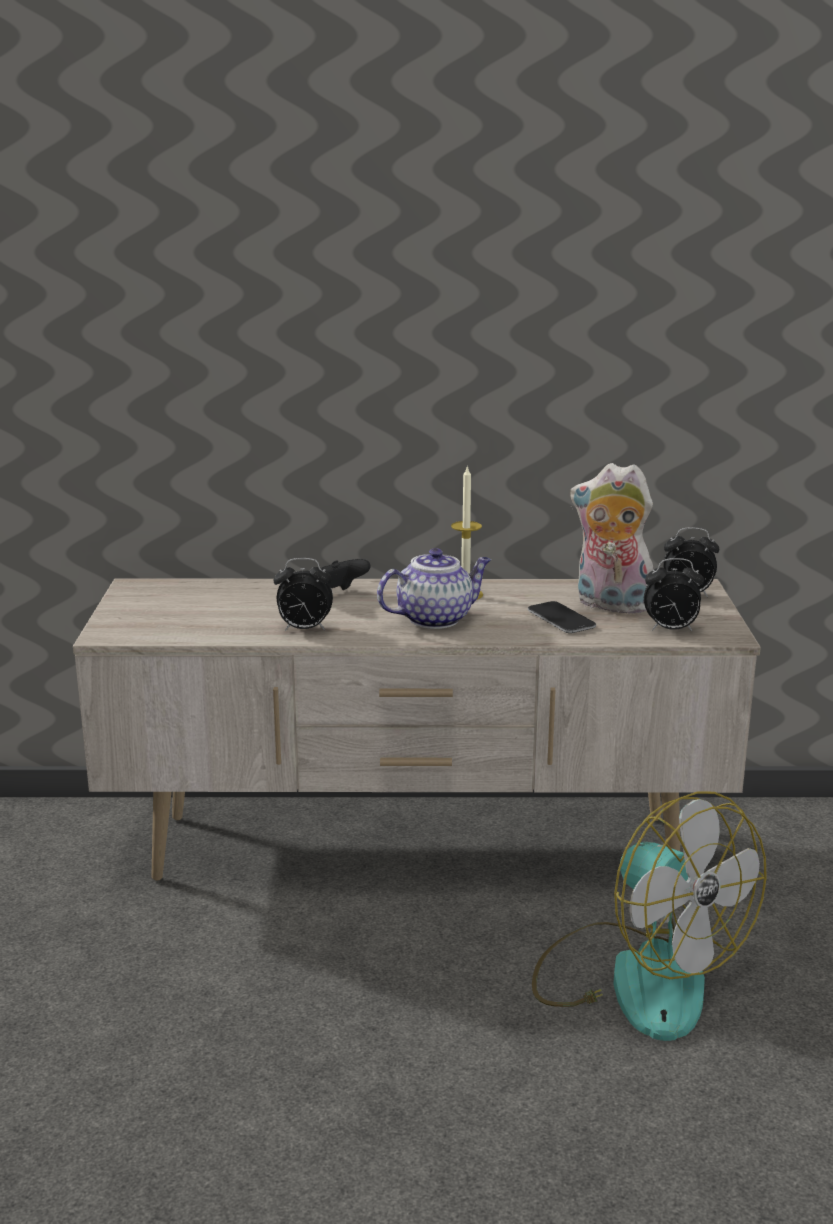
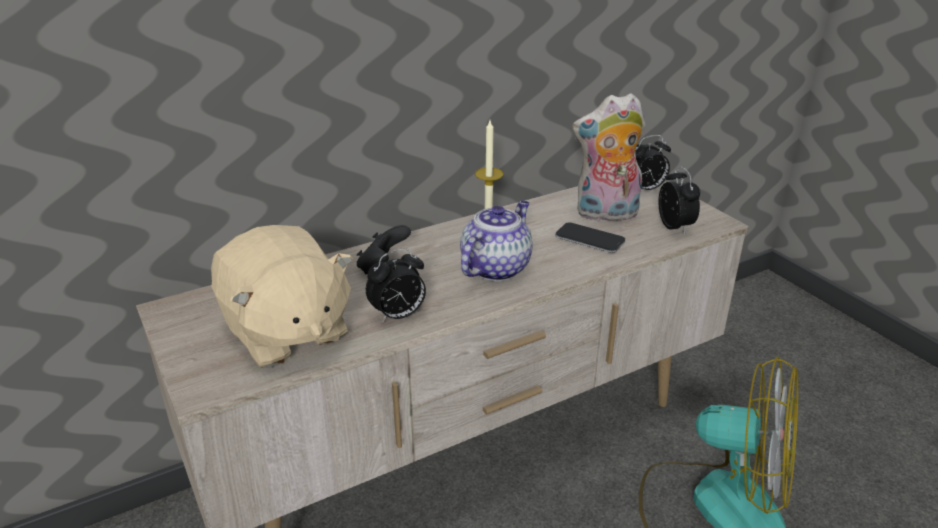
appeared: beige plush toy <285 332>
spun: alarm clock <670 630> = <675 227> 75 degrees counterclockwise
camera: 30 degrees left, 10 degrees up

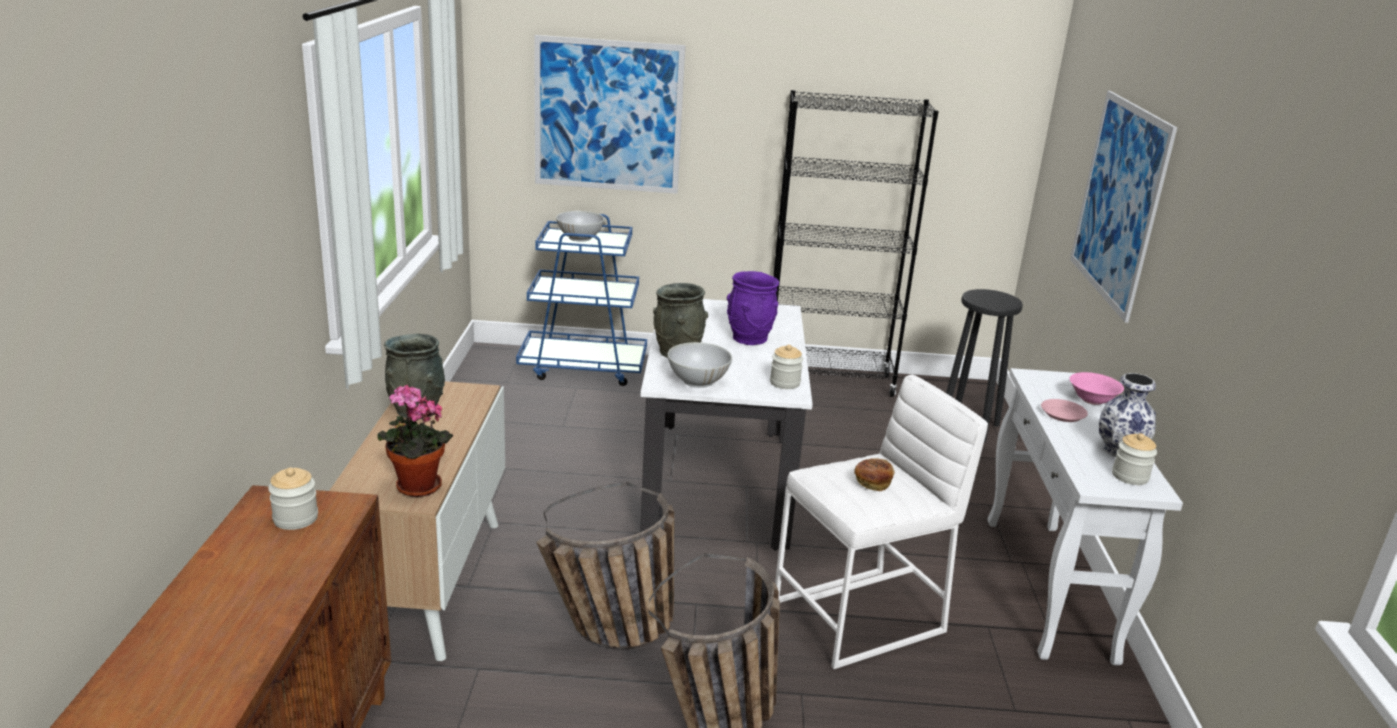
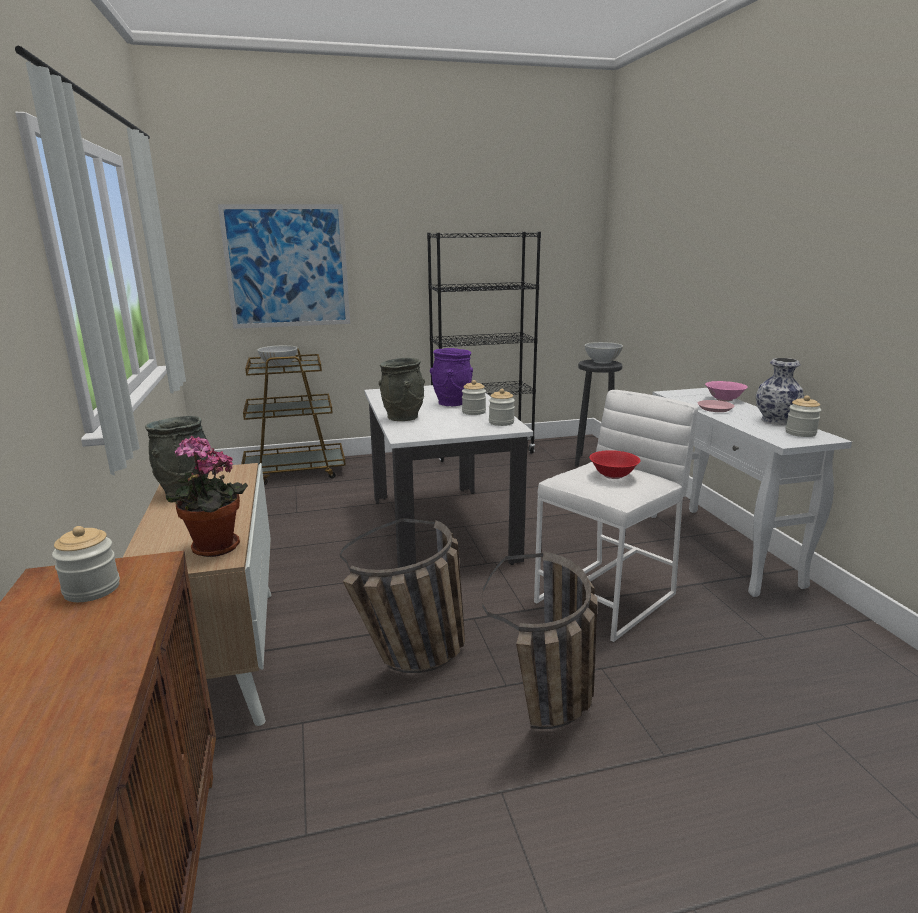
missing: picture <1119 201>
appeared: jar <473 412>
relocated: white bowl <697 381> to <602 361>
exchanged: bread <872 483> to red bowl <613 475>
colour: blue cart <583 367> to brown cart <295 472>
camera: 15 degrees left, 5 degrees down

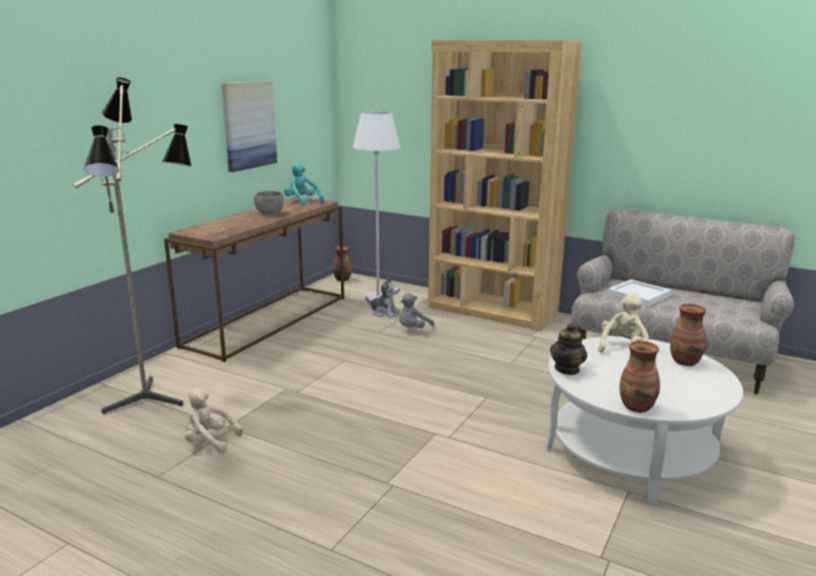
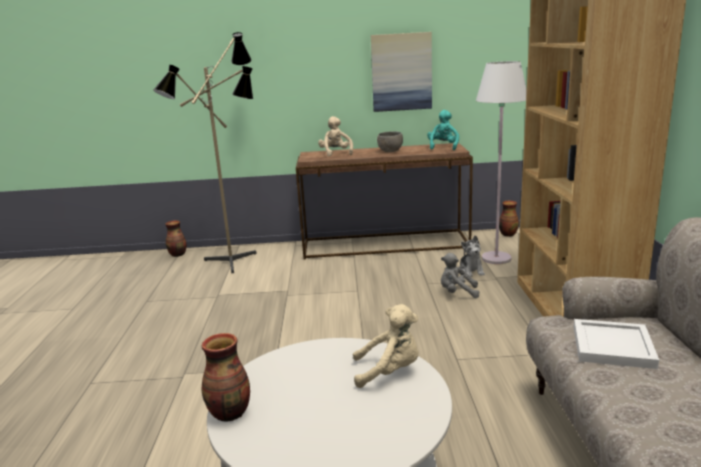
missing: teapot <567 369>
relocated: vase <685 362> to <178 254>; beige plush toy <209 441> to <336 153>
camera: 60 degrees right, 0 degrees up

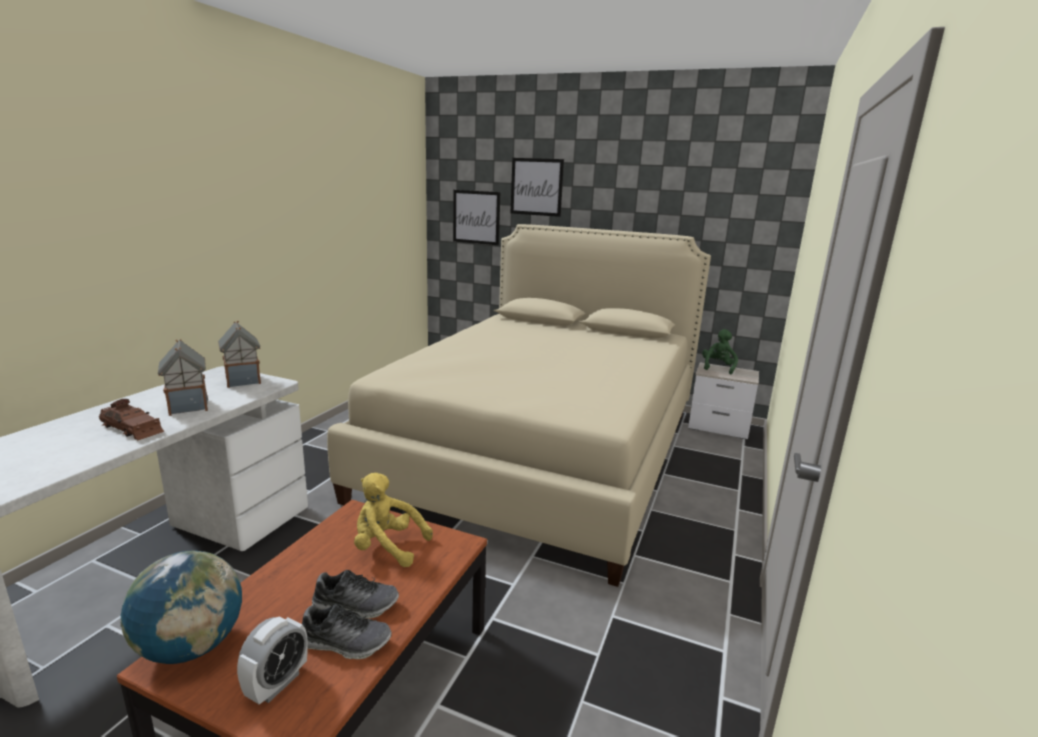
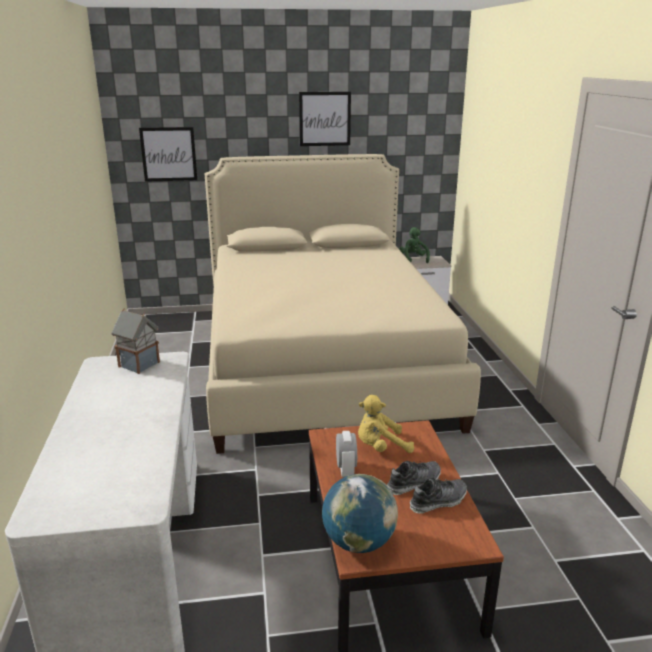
missing: brown toy car <132 428>; toy house <188 406>
relocated: picture <536 187> to <325 119>; alarm clock <277 684> to <346 470>
camera: 30 degrees left, 5 degrees up

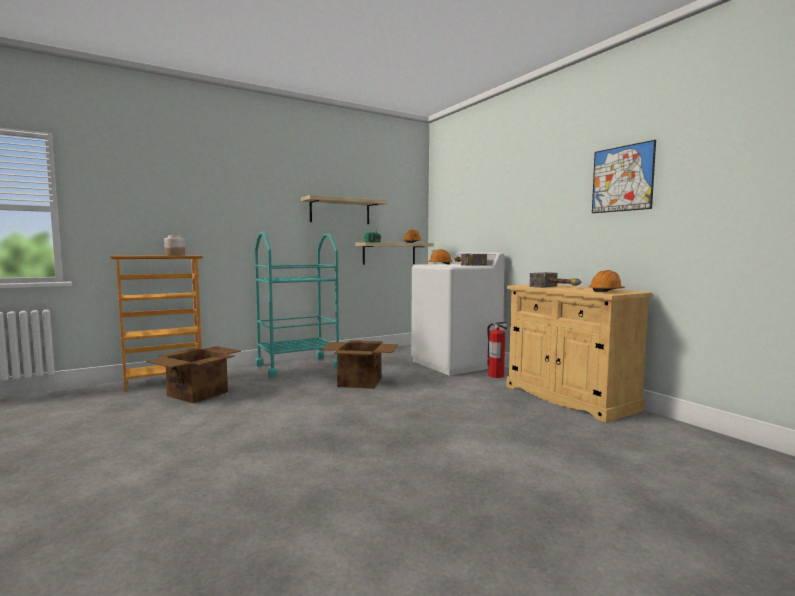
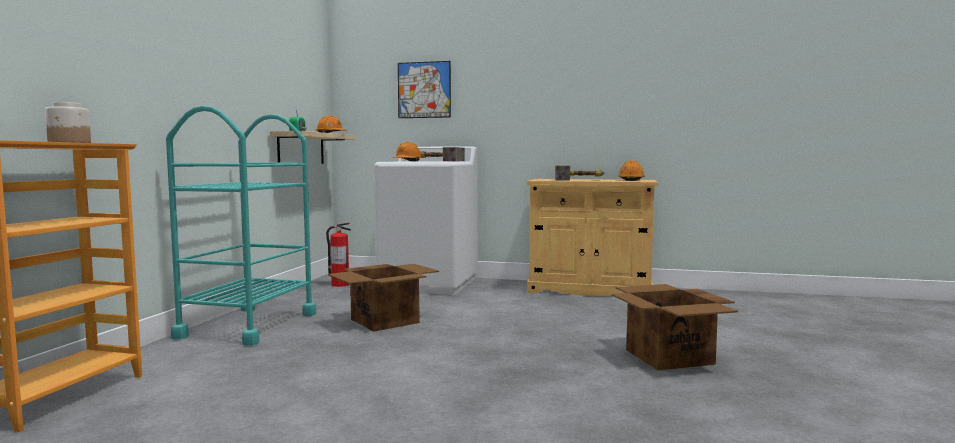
missing: shelf <340 211>
relocated: fire extinguisher <495 375> to <339 284>; picture <622 179> to <424 90>; cardboard box <196 394> to <669 357>
camera: 45 degrees left, 0 degrees up

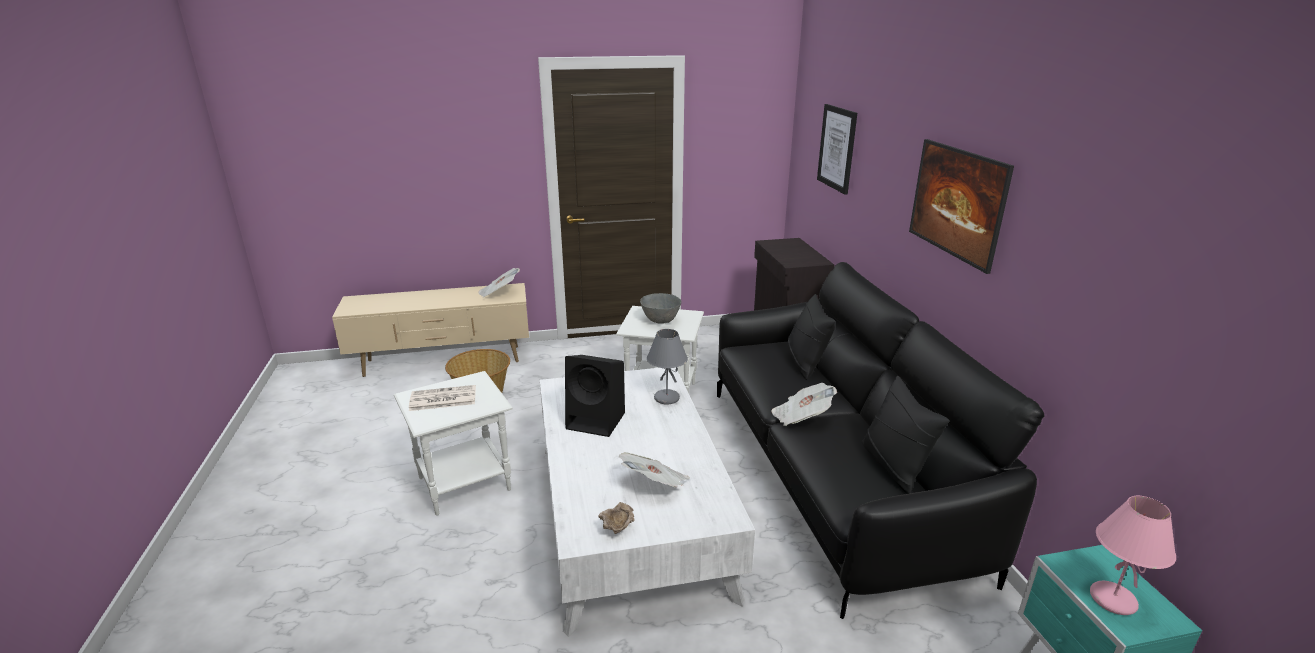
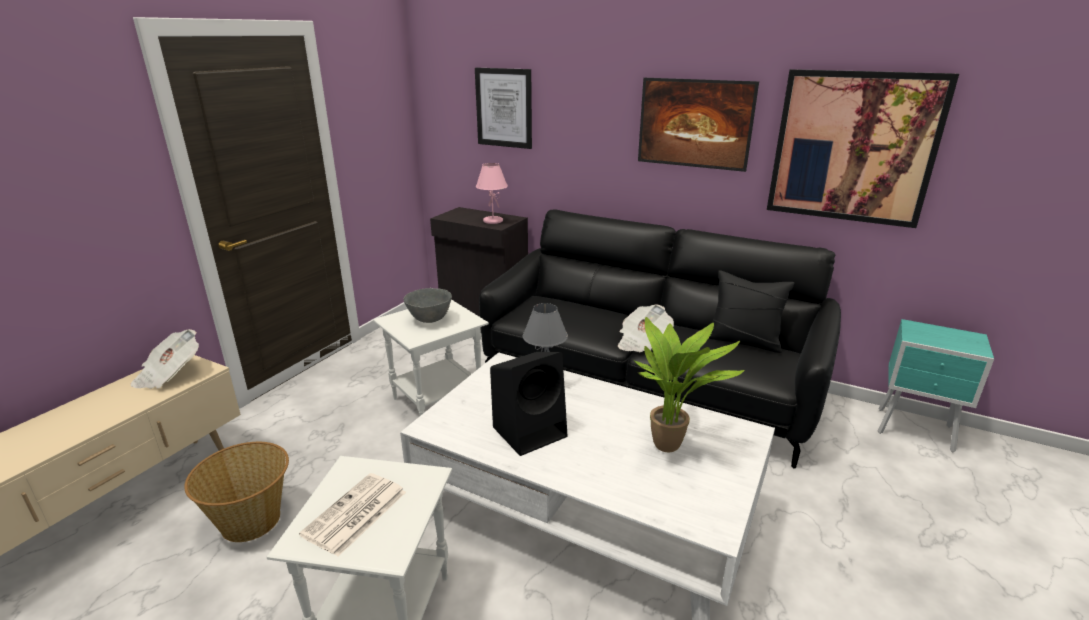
missing: beige bowl <618 528>; black pillow <805 363>
appeared: picture <853 147>
relocated: pink table lamp <1111 599> to <492 221>
exchanged: newspaper <655 485> to potted plant <671 446>
camera: 50 degrees left, 0 degrees up

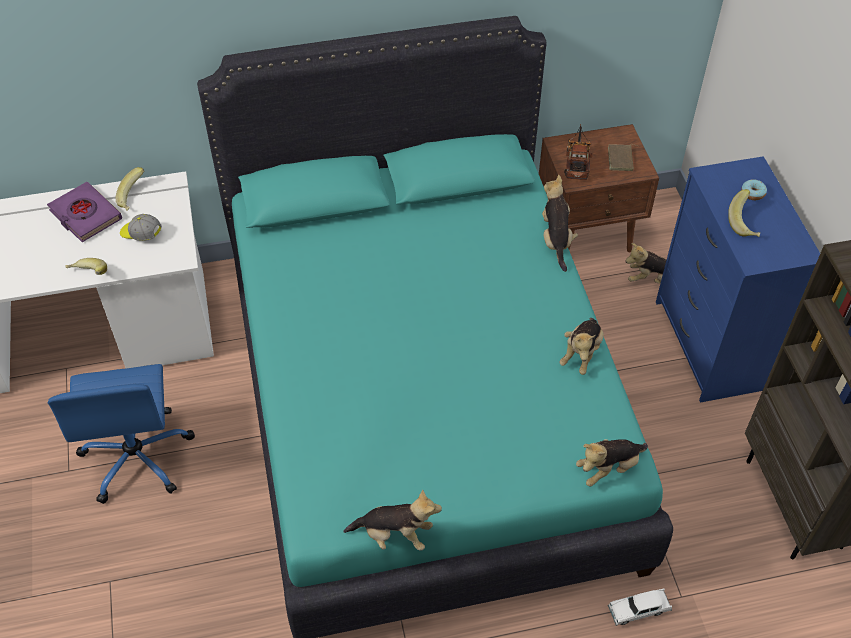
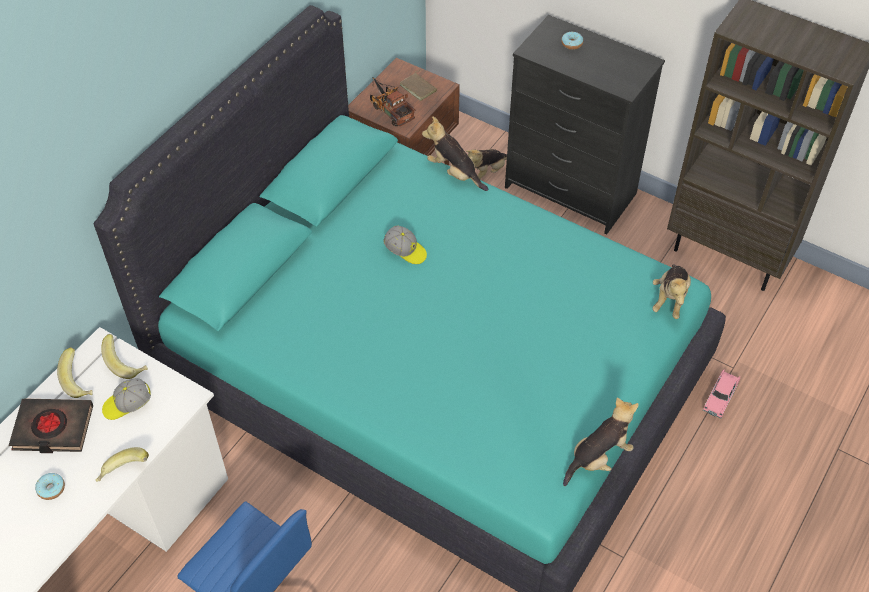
missing: plush toy <581 353>
appeared: donut <51 489>; cap <405 251>
relocated: banana <745 223> to <127 364>
colour: purple book <85 215> to black book <53 428>; blue dresser <709 344> to black dresser <569 191>; white toy car <638 610> to pink toy car <720 398>
camera: 45 degrees left, 0 degrees up

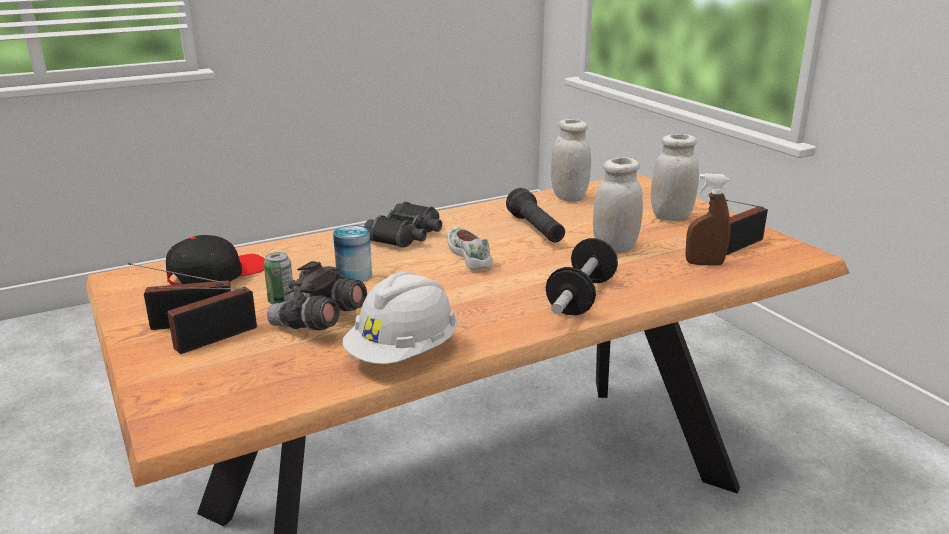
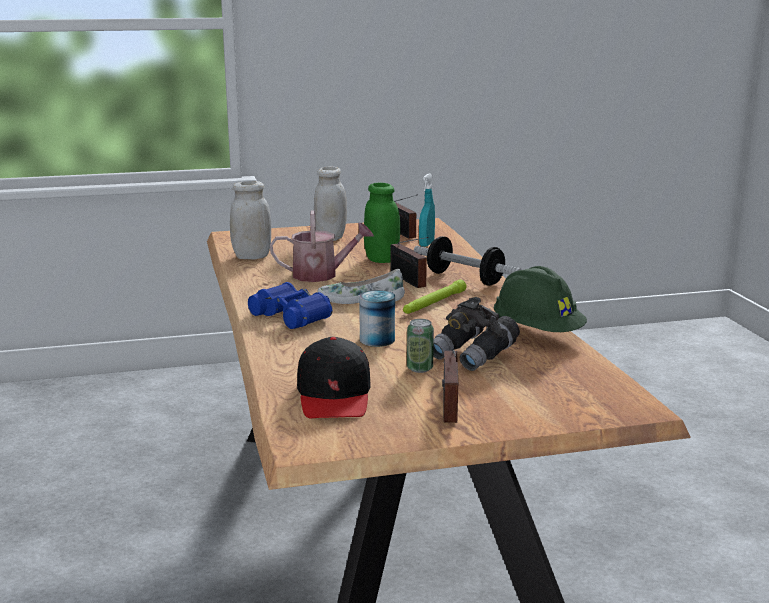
appeared: green flashlight <433 303>
relocated: radio <211 339> to <408 280>
exchanged: black flashlight <536 230> to watering can <321 275>
colour: black binoculars <407 236> to blue binoculars <293 316>; white jar <615 248> to green jar <381 259>; brown spray bottle <704 264> to turquoise spray bottle <426 244>; white hard hat <403 354> to green hard hat <537 332>
spun: black cap <217 275> = <334 395> 150 degrees counterclockwise
camera: 75 degrees left, 5 degrees down

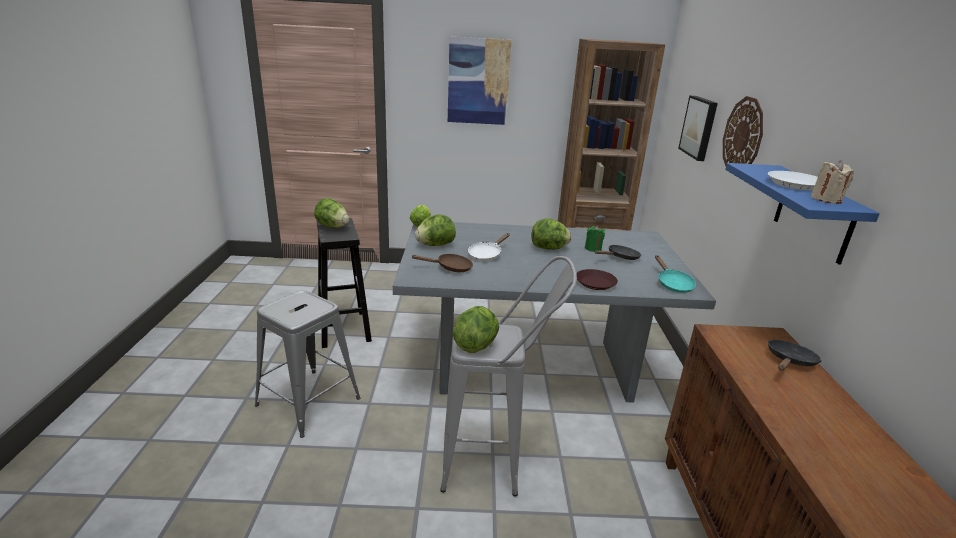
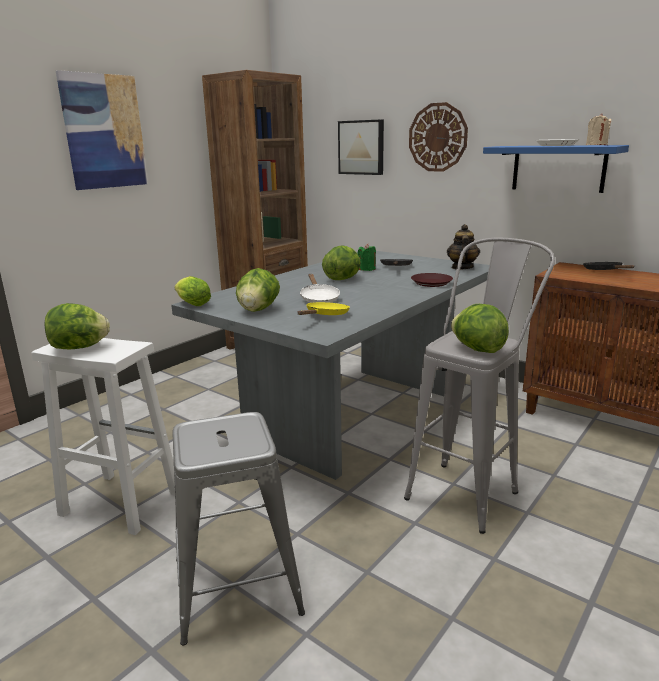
exchanged: turquoise frying pan <672 284> to teapot <462 267>
colour: black stool <343 328> to white stool <119 502>; brown frying pan <450 268> to yellow frying pan <325 316>
camera: 50 degrees left, 5 degrees down

